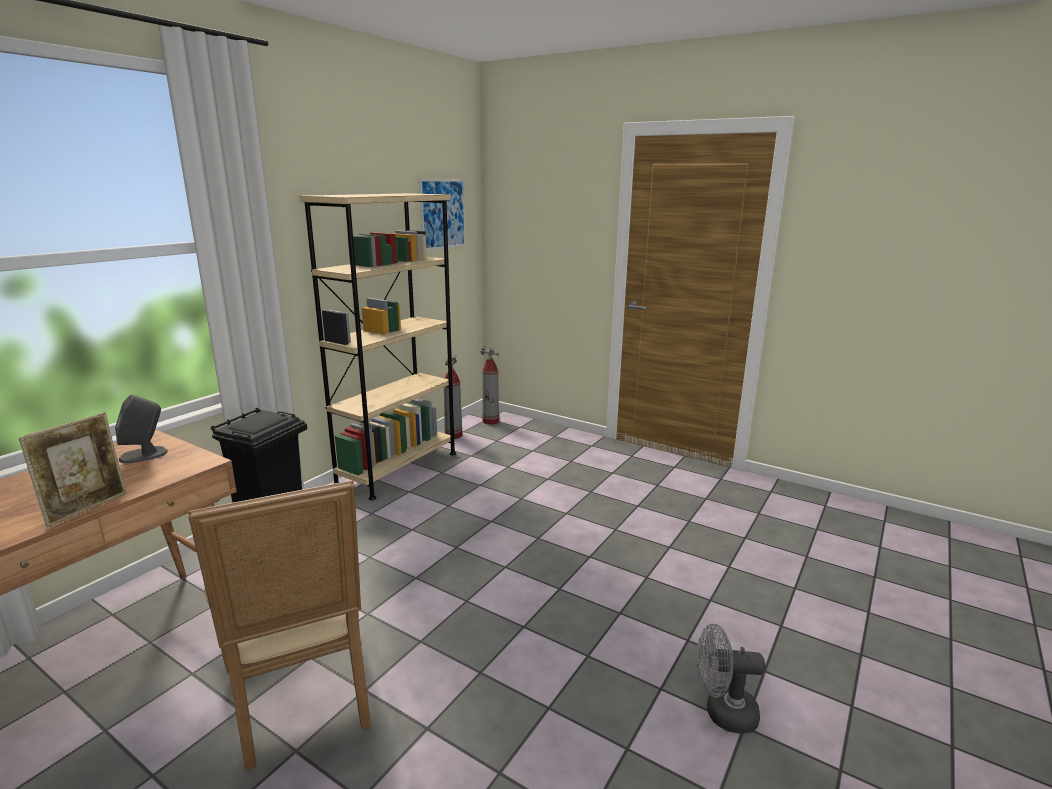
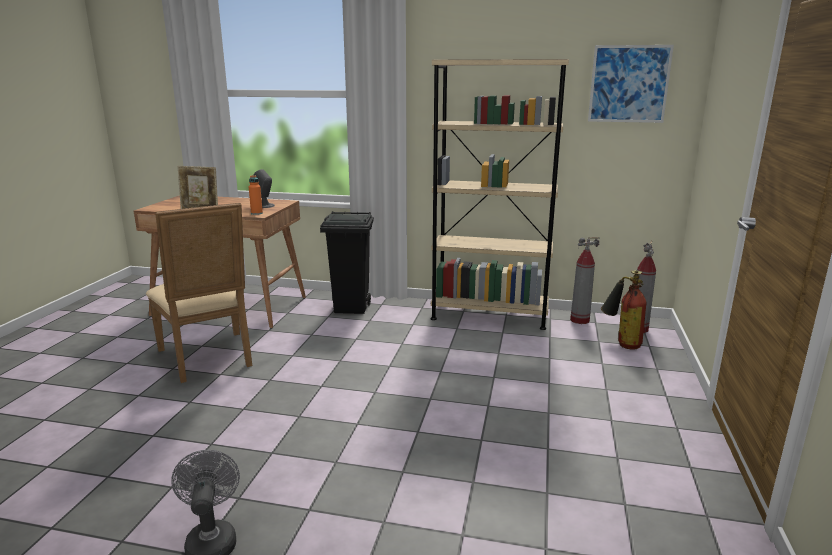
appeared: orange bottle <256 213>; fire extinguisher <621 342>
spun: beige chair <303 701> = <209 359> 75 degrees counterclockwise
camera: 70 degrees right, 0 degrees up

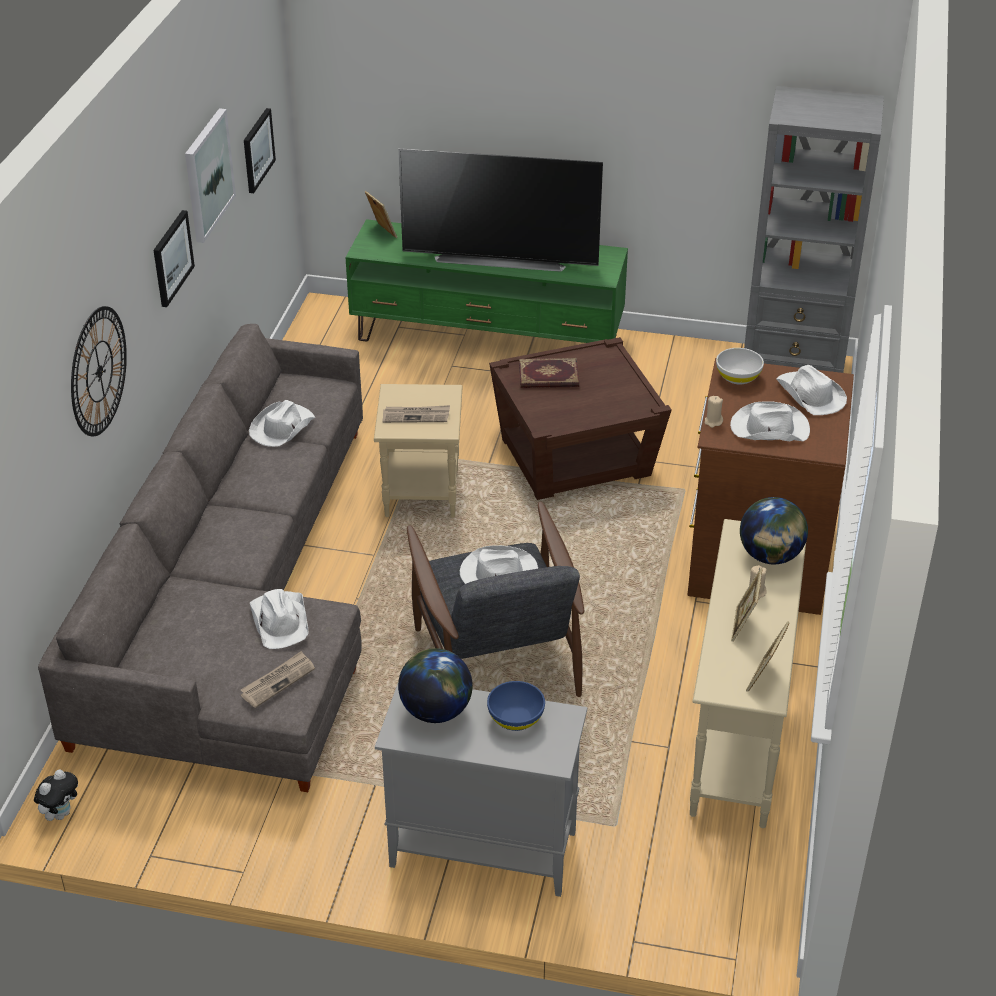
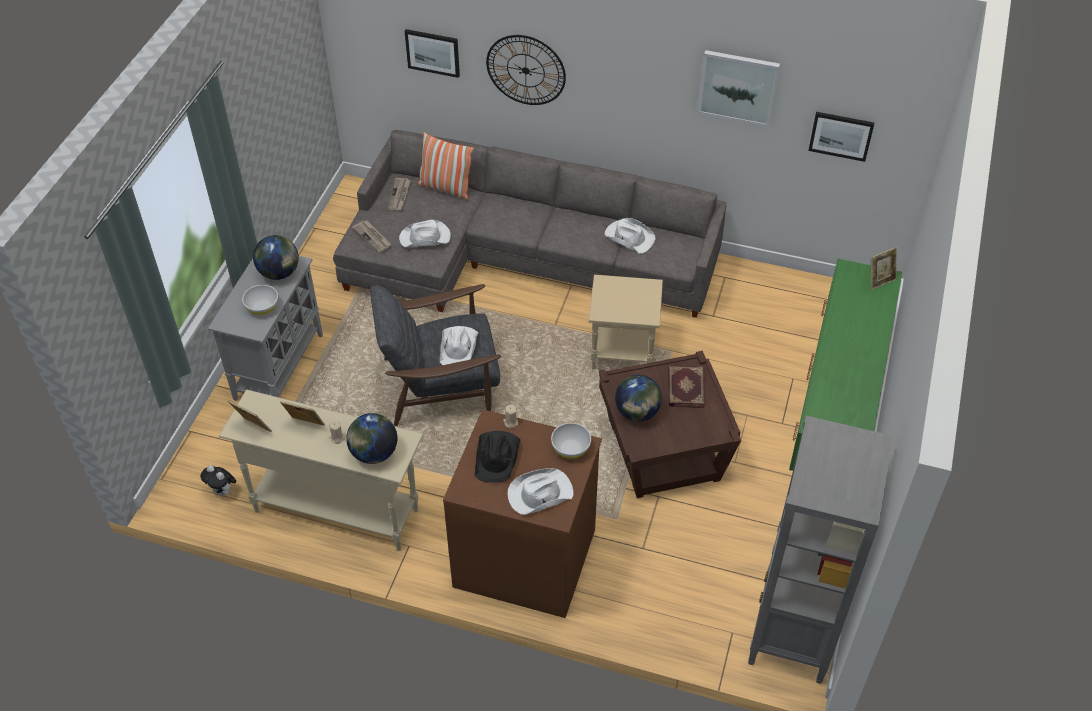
missing: television <501 258>
appeared: pillow <445 188>; globe <637 412>
relocated: plush toy <61 813> to <223 491>; newspaper <416 416> to <399 195>; picture <172 258> to <433 52>
colour: blue bowl <515 718> to white bowl <262 307>; white hat <768 428> to black hat <497 457>
camera: 95 degrees right, 10 degrees up

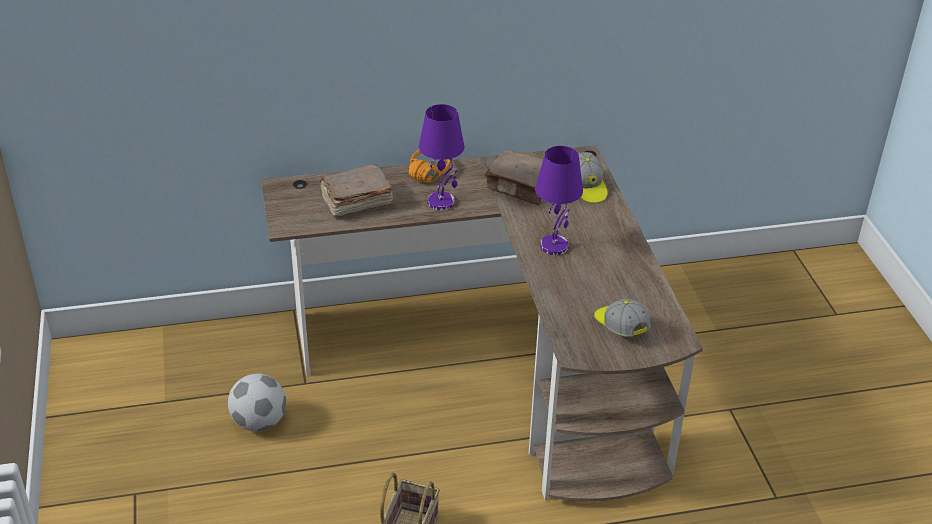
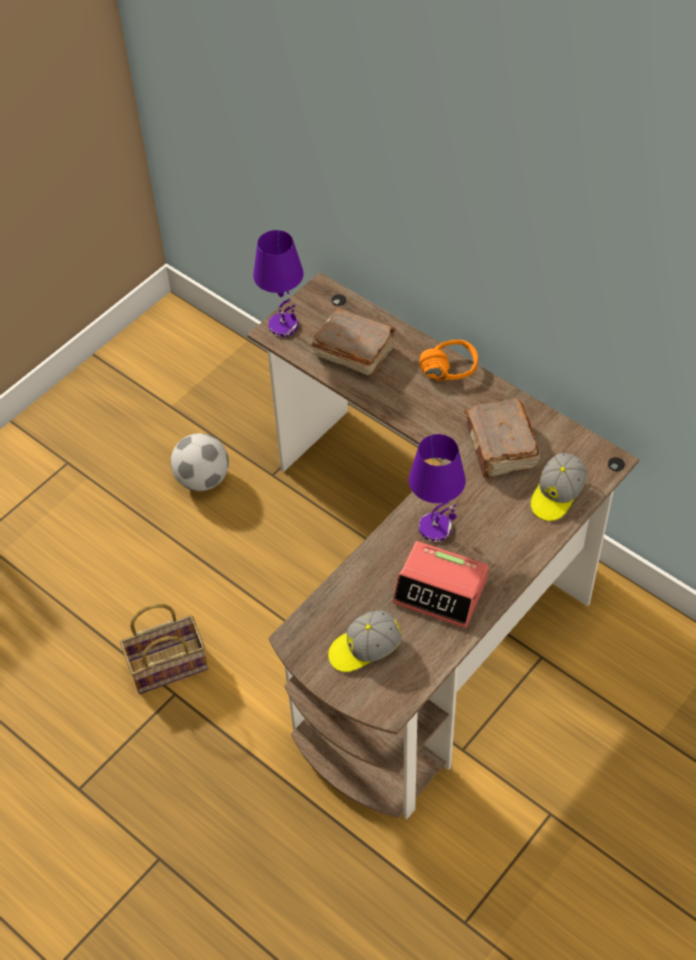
appeared: alarm clock <441 591>
relocated: purple table lamp <441 202> to <284 326>
spun: cap <620 327> = <364 649> 135 degrees counterclockwise
camera: 55 degrees right, 15 degrees up

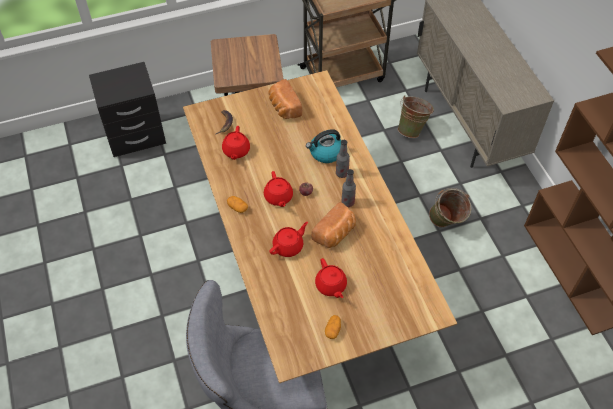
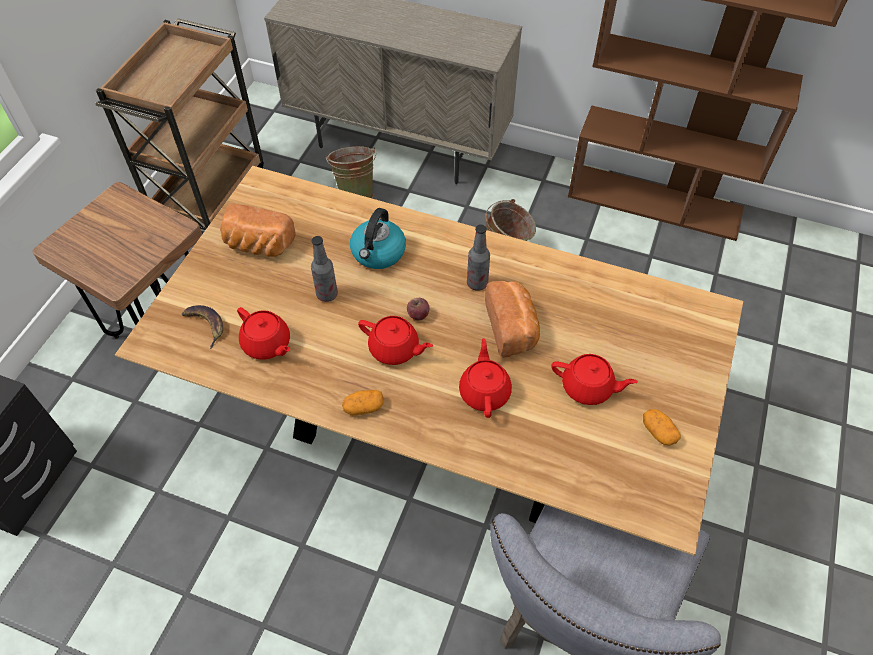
relocated: bottle <342 173> to <327 294>
camera: 50 degrees left, 0 degrees up

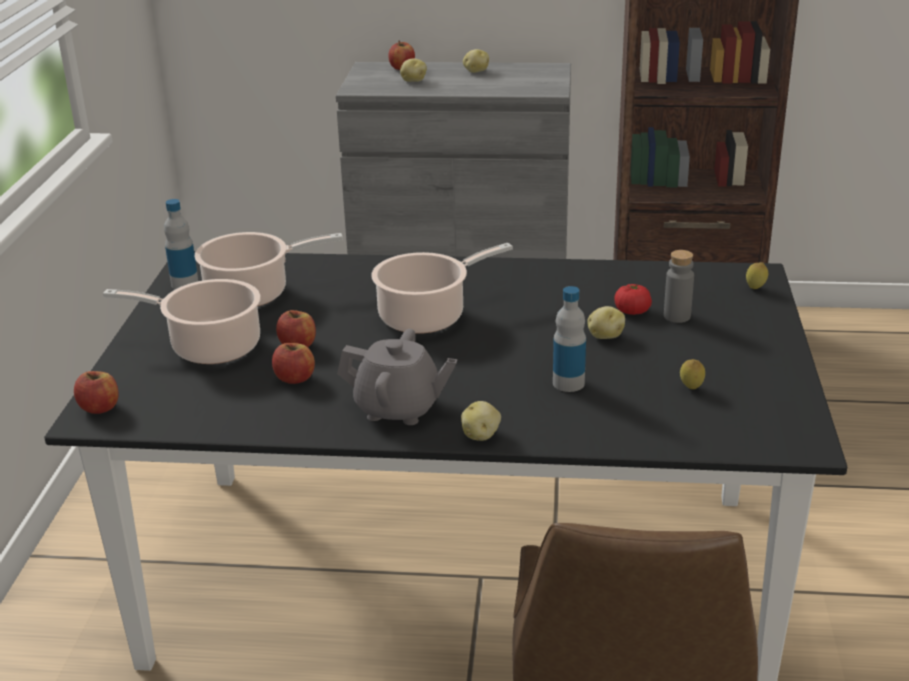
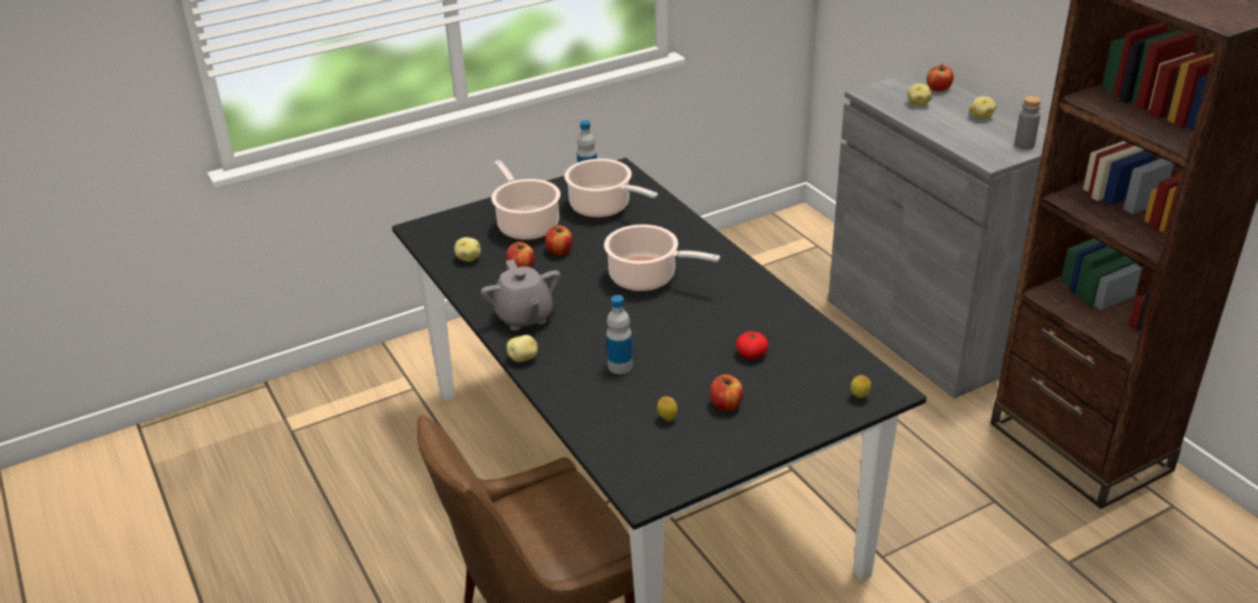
relocated: potato <605 336> to <468 258>; apple <99 408> to <726 404>; grey bottle <677 316> to <1024 145>
camera: 55 degrees right, 5 degrees up

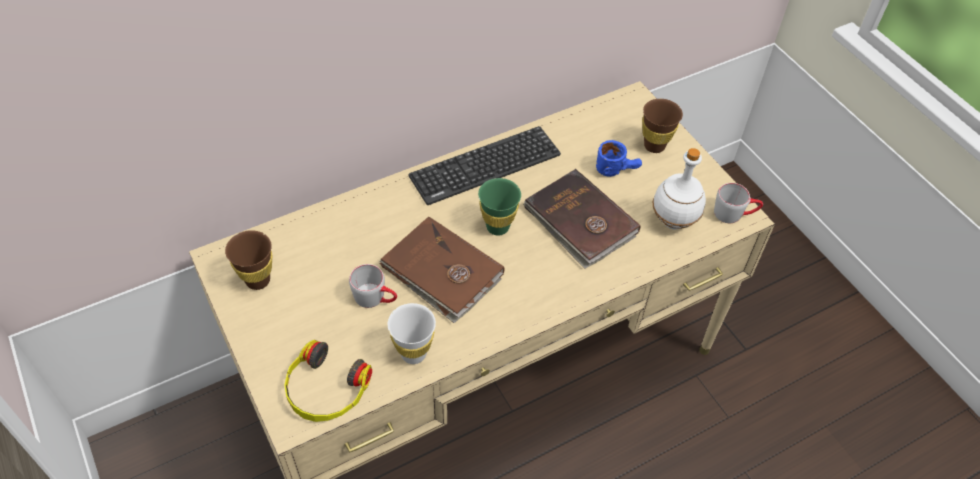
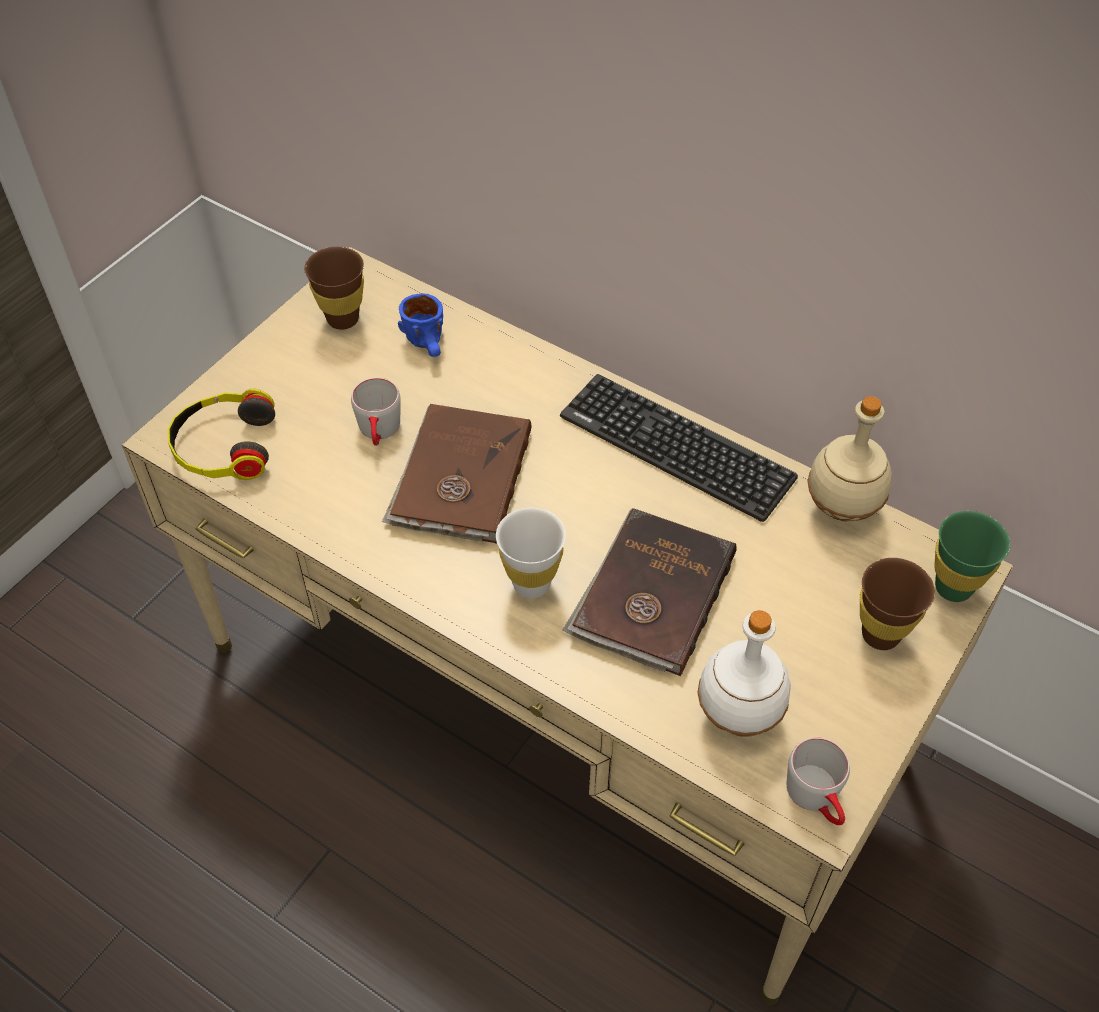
appeared: beige bottle <843 509>
relocated: blue mug <617 169> to <429 345>; white cup <413 353> to <531 584>; green cup <497 227> to <953 587>
camera: 65 degrees right, 0 degrees up

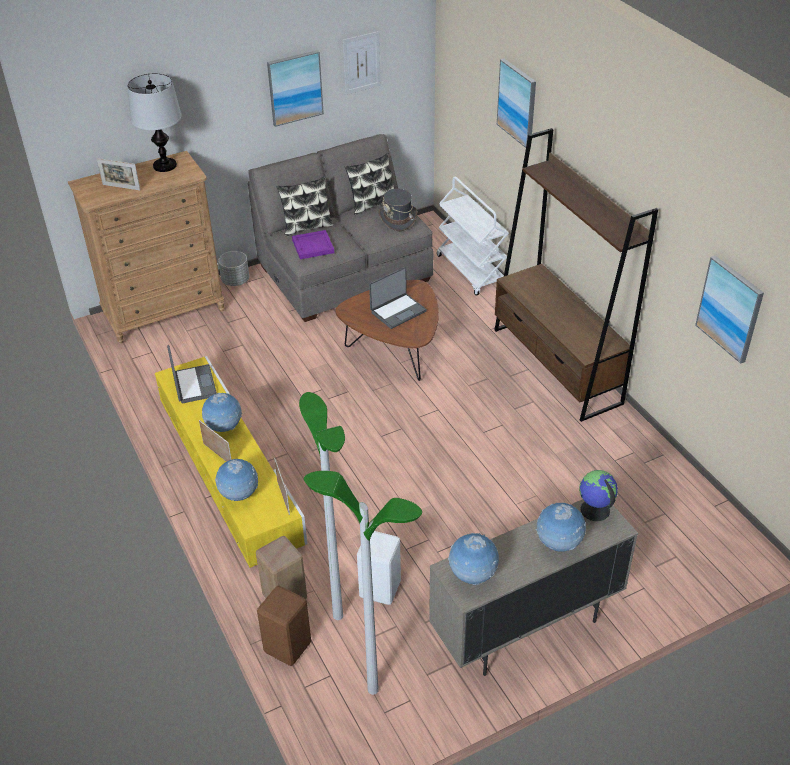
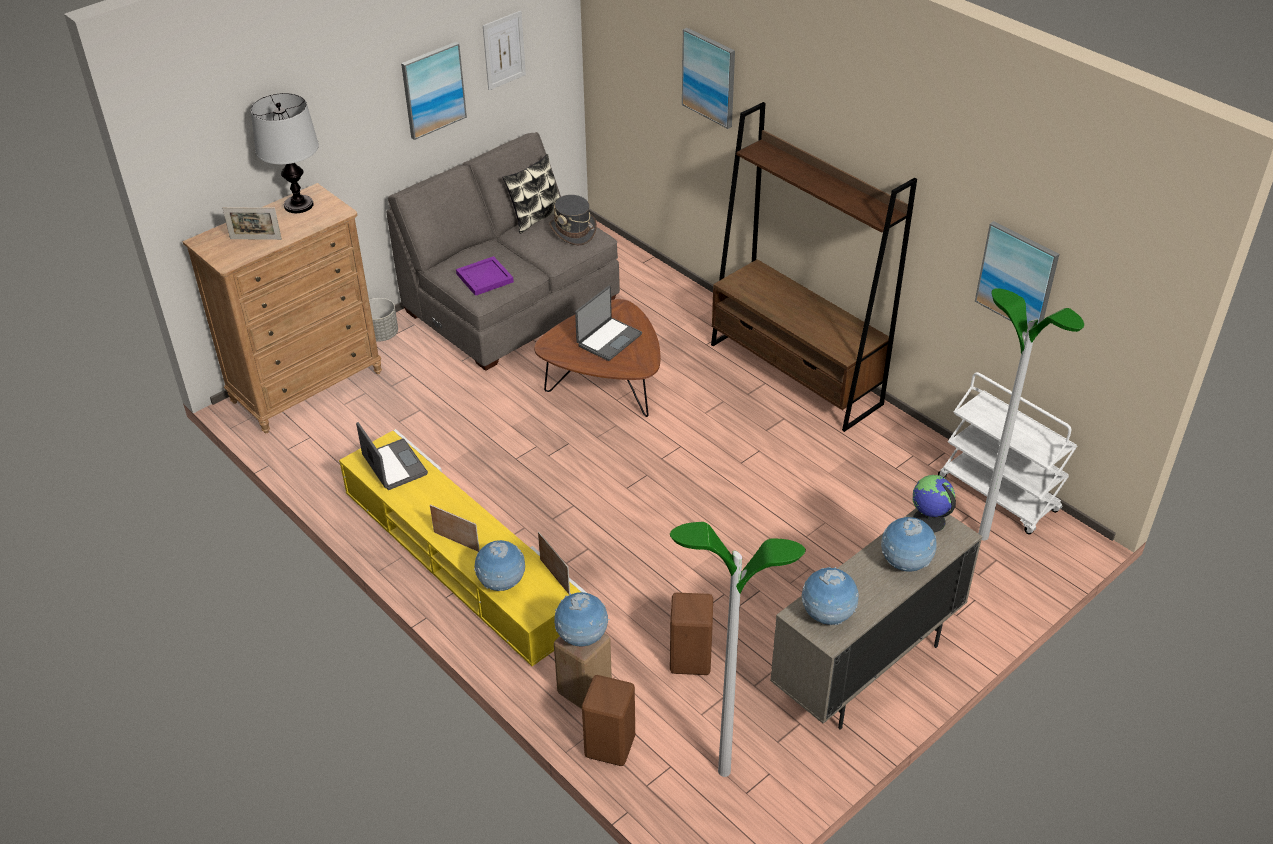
missing: pillow <307 226>
relocated: globe <224 428> to <582 638>; white cart <471 271> to <999 494>; floor lamp <338 615> to <983 536>
colour: white stool <381 588> to brown stool <691 659>
camera: 15 degrees left, 0 degrees up

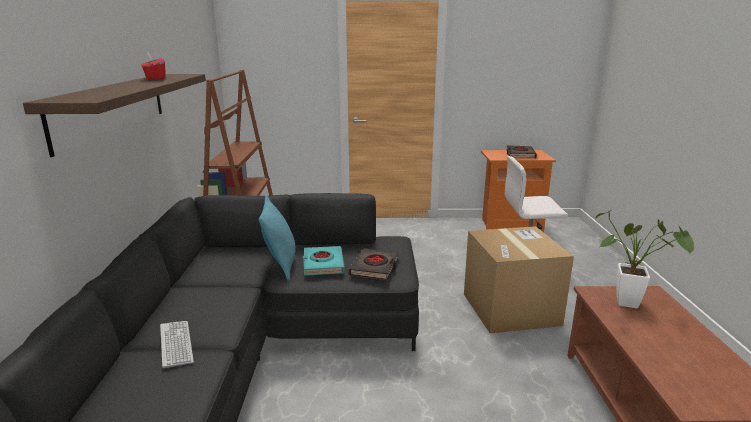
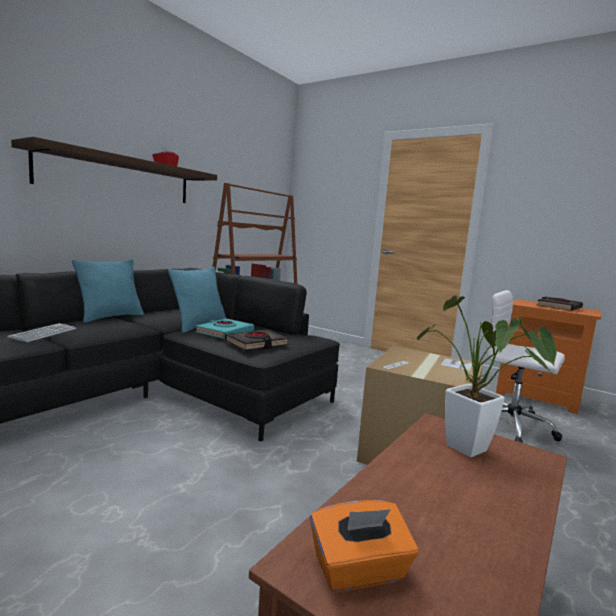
appeared: turquoise pillow <110 317>; orange tissue box <359 570>
camera: 35 degrees right, 10 degrees down

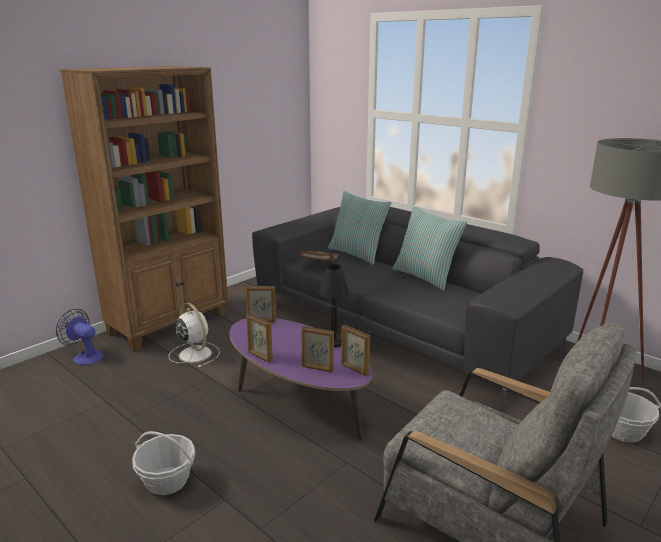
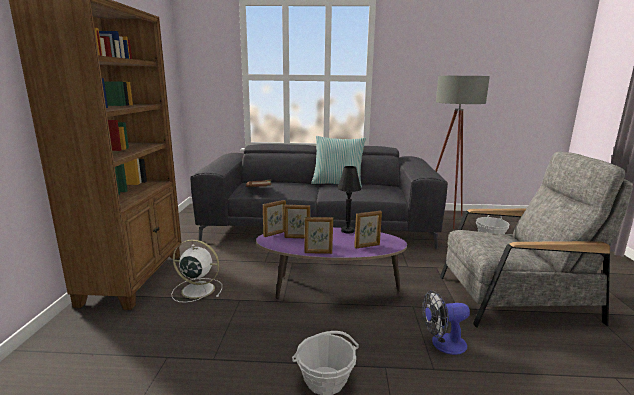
missing: pillow <357 254>
relocated: picture frame <354 370> to <297 237>; fan <84 356> to <443 344>
camera: 40 degrees left, 5 degrees down

